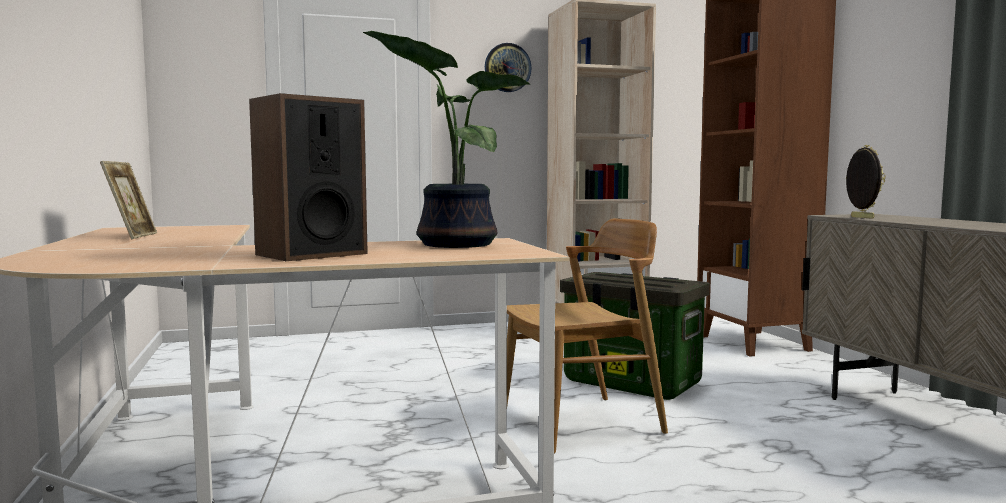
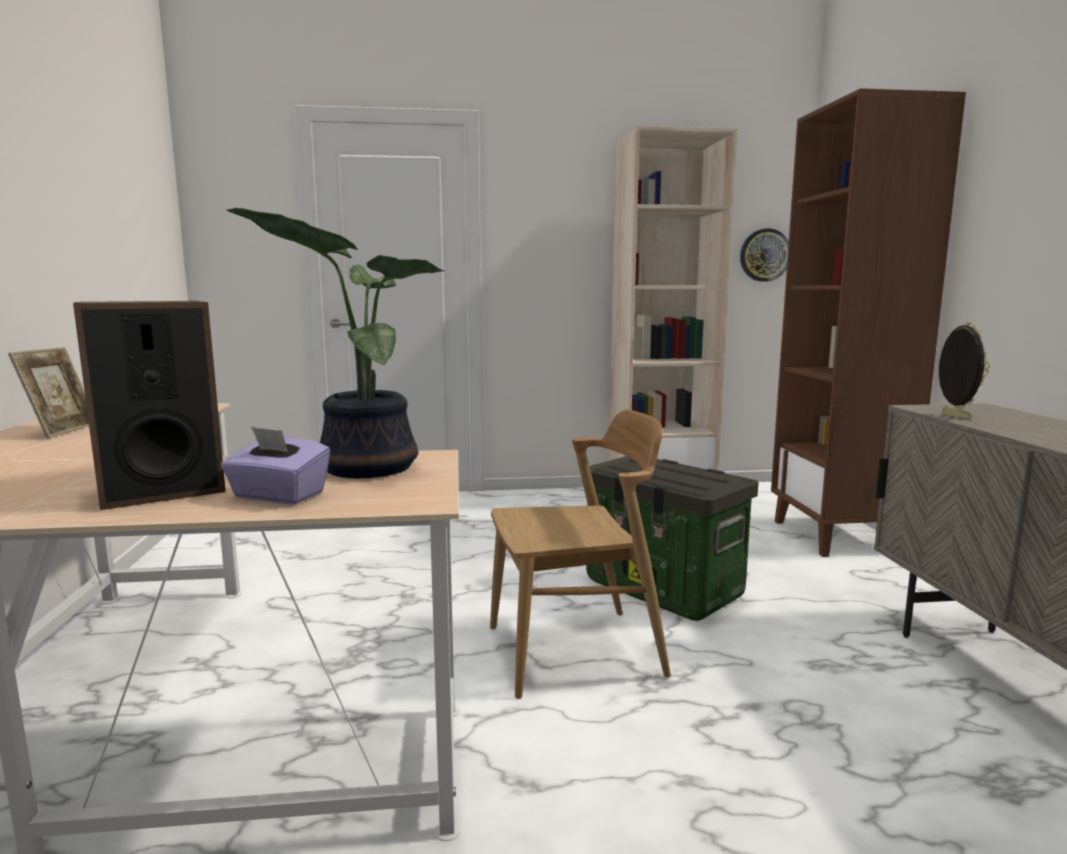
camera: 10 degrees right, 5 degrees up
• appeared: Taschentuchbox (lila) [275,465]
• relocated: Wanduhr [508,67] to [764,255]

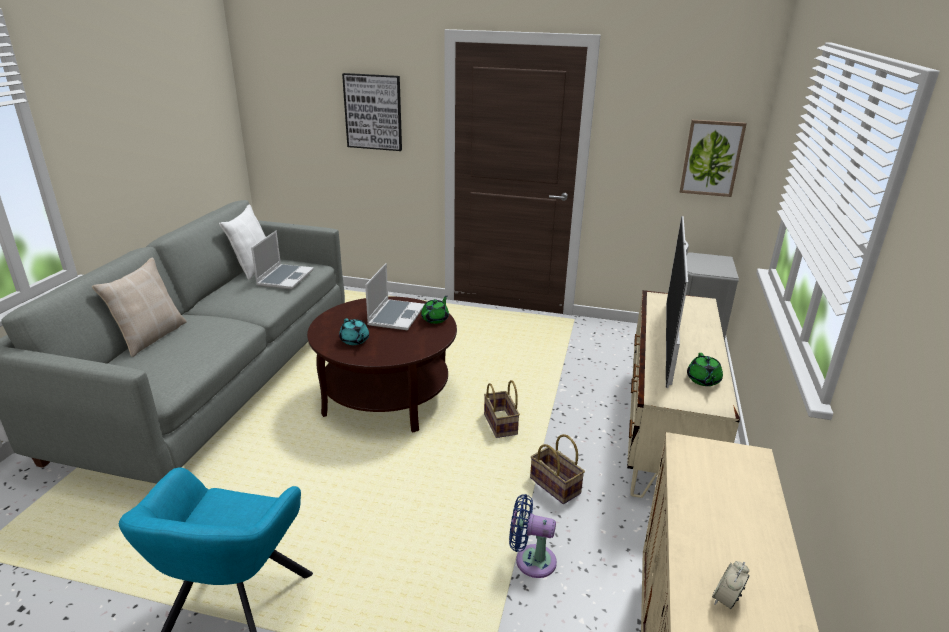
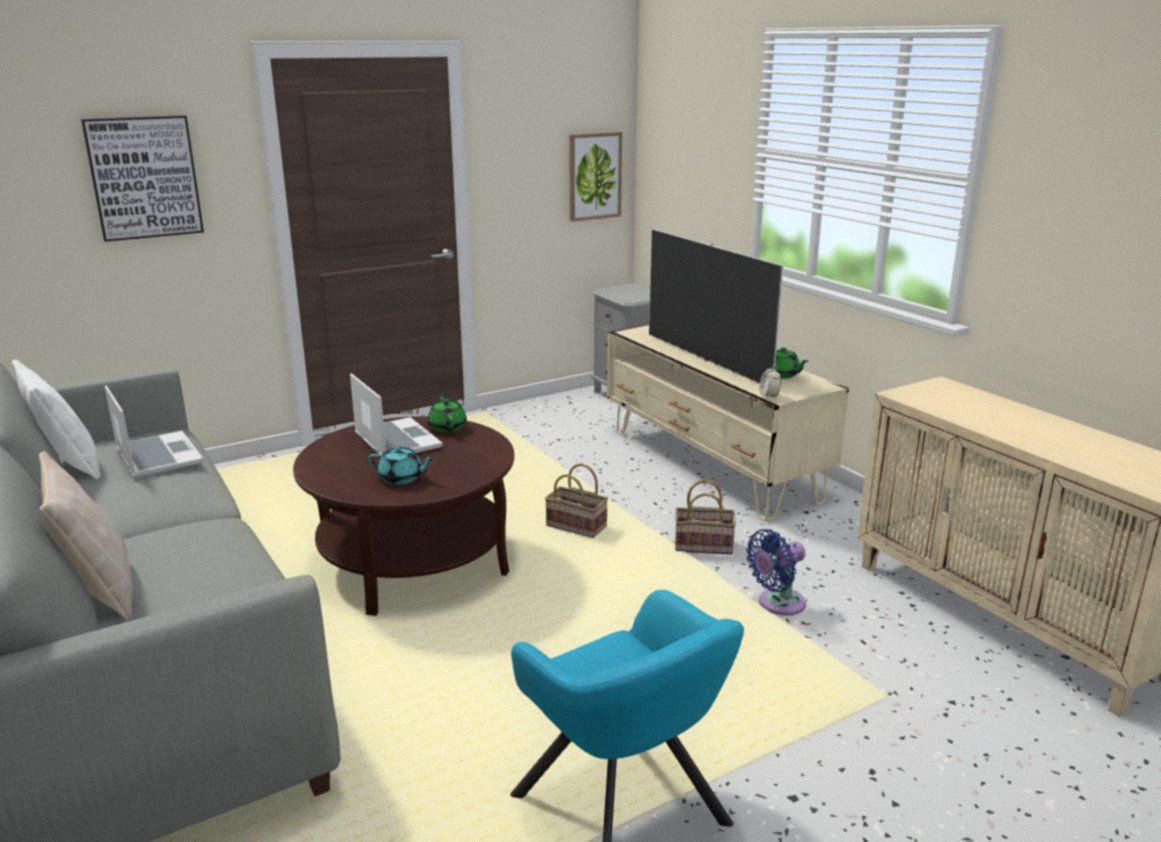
camera: 45 degrees left, 5 degrees down
• relocated: Wecker [731,585] to [770,382]

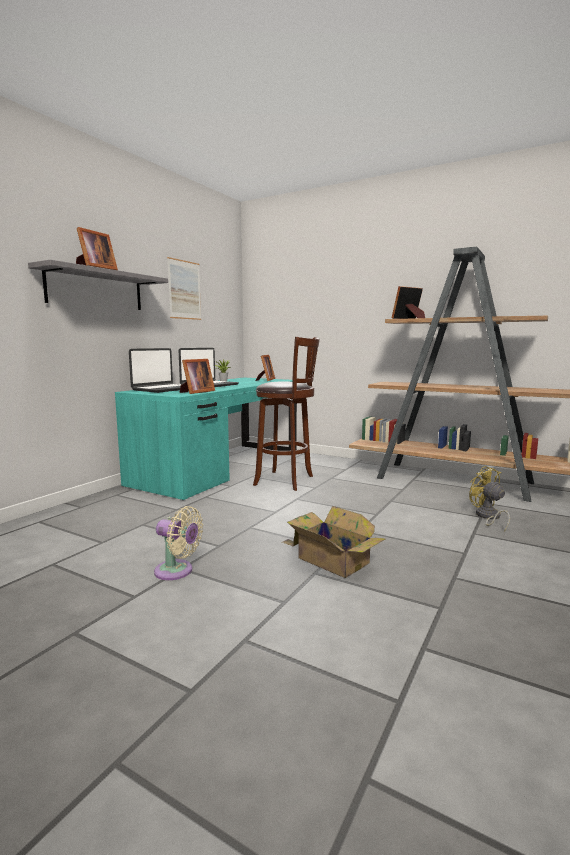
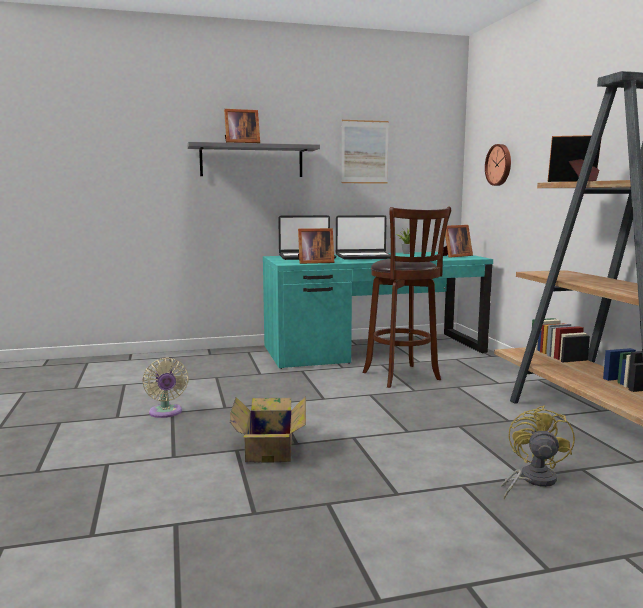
camera: 45 degrees right, 0 degrees up
• appeared: Wanduhr [498,165]

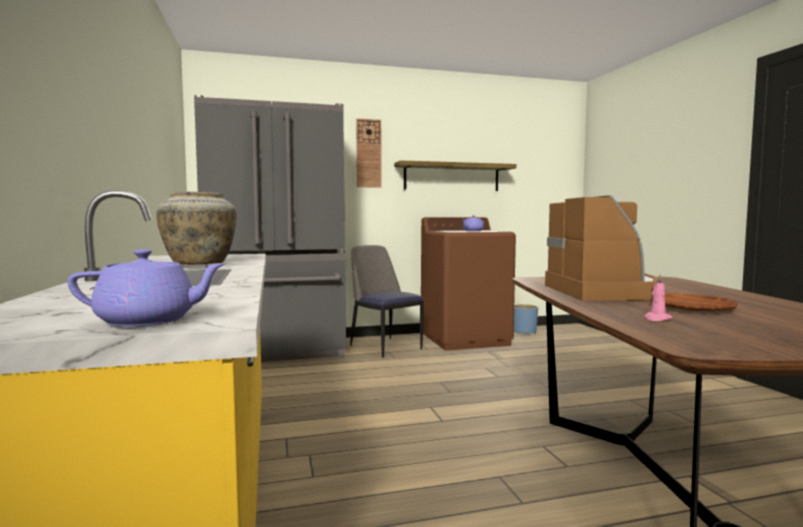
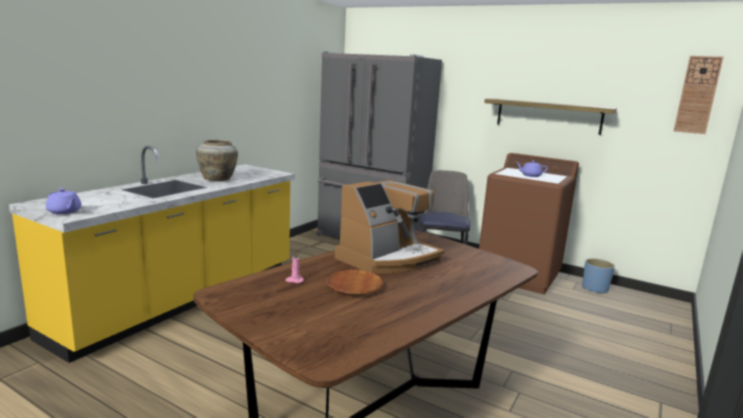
camera: 45 degrees right, 10 degrees up
• relocated: Wanduhr [369,153] to [699,95]

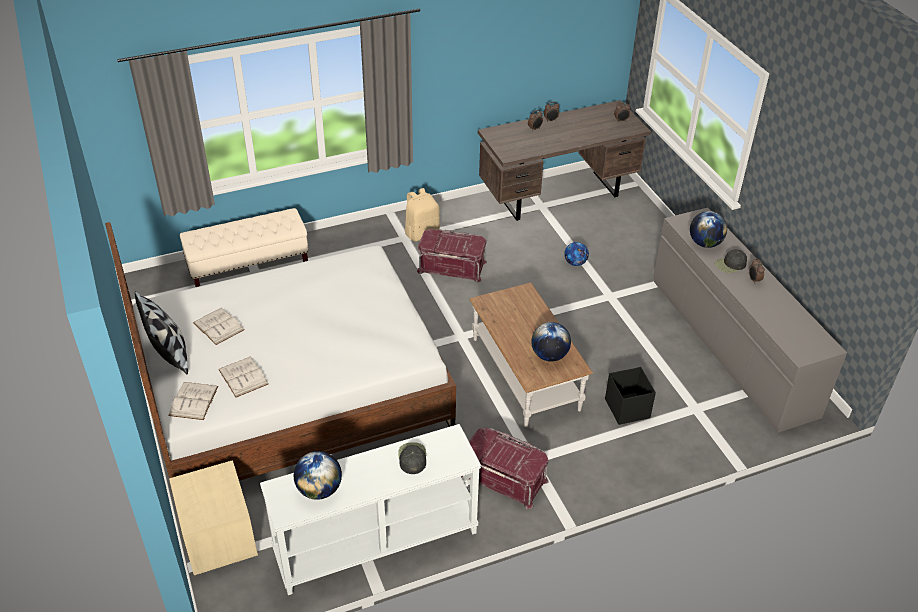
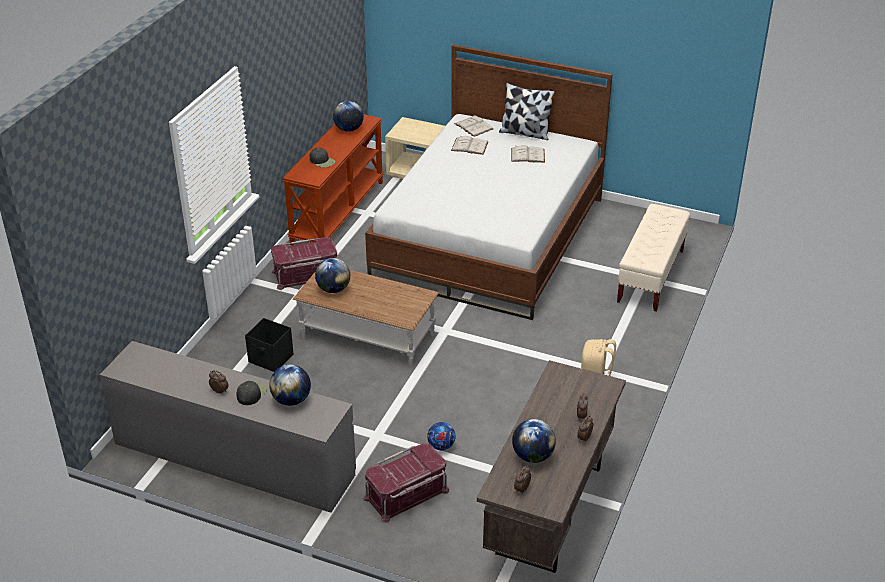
camera: 135 degrees right, 5 degrees down
• colour: Konsolentisch (weiß) [370,509] to Konsolentisch (braun) [333,180]
• relocated: Aufbewahrungsbox (rot) [452,256] to [406,483]
• appeared: Globus [534,441]

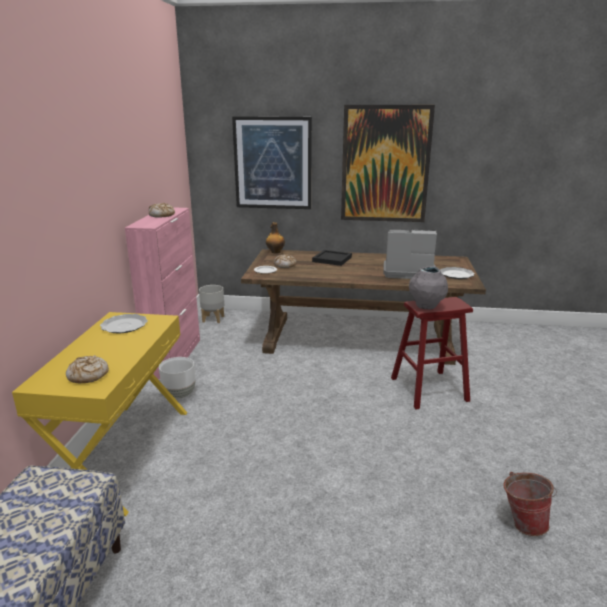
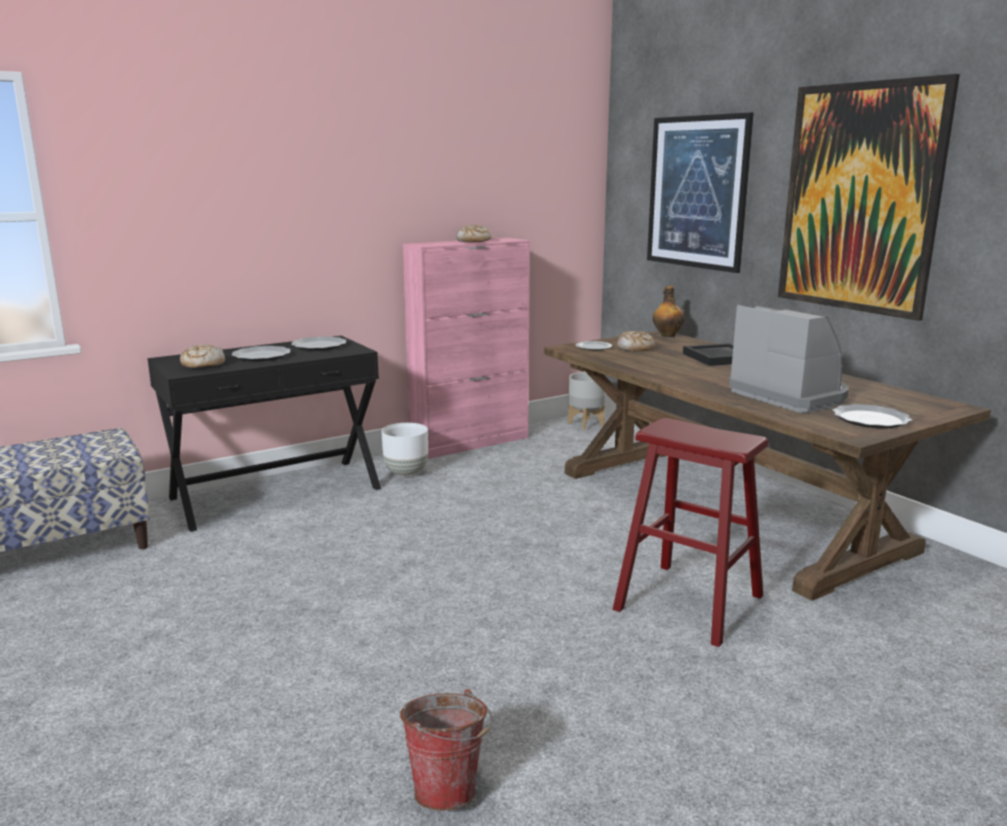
camera: 50 degrees right, 5 degrees down
• colour: Konsolentisch (gelb) [99,414] to Konsolentisch (schwarz) [264,434]
• appeared: Teller [261,354]
• missing: Vase (grau) [428,288]

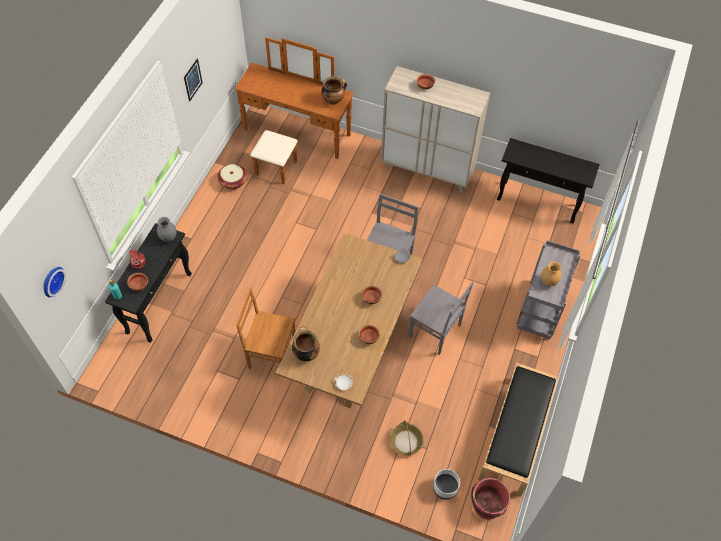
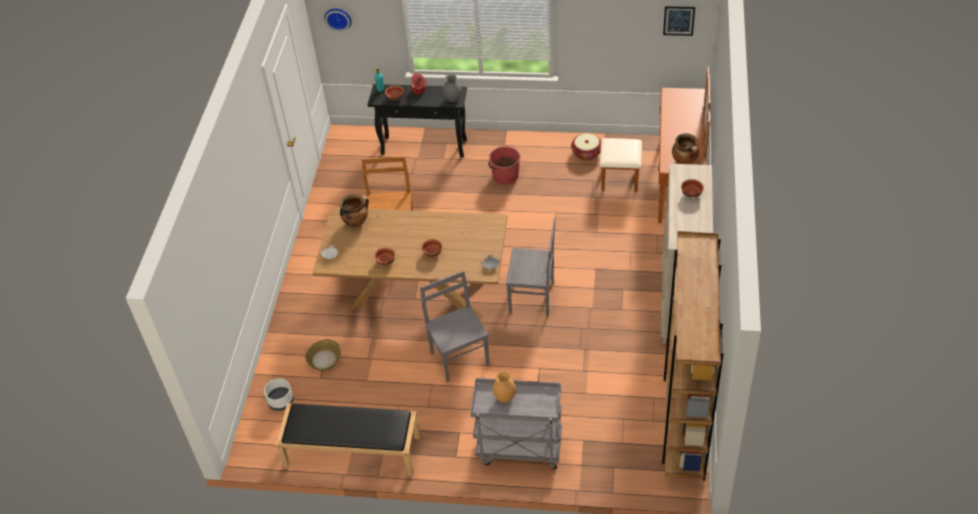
camera: 80 degrees right, 10 degrees down
• spun: Stuhl (grau) [441,318] = [454,326] 135 degrees clockwise
• relocated: Eimer (rot) [490,498] to [504,165]
• exchanged: Konsolentisch (schwarz) [548,180] to Bücherregal (braun) [693,356]
• relocated: Bild [193,80] to [679,21]

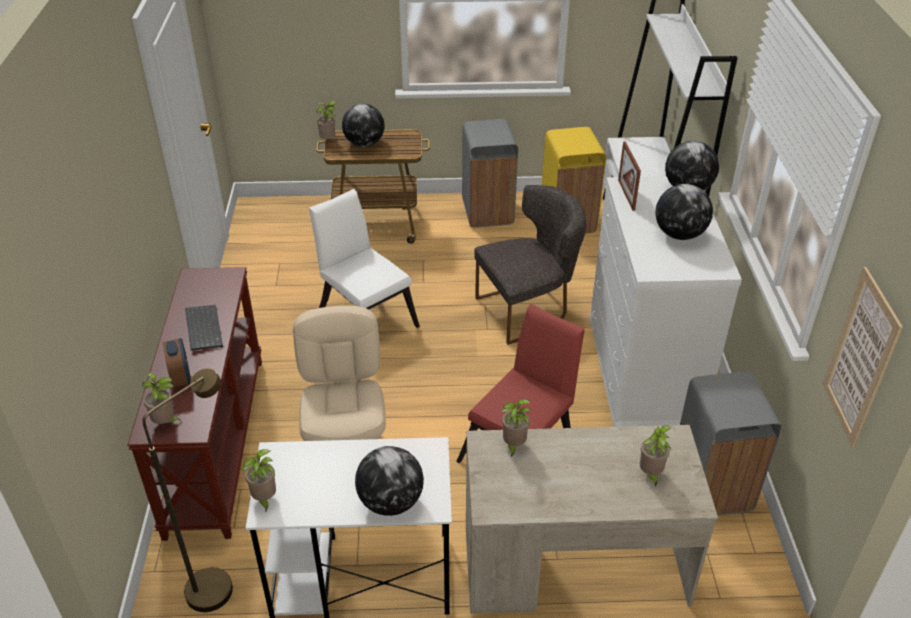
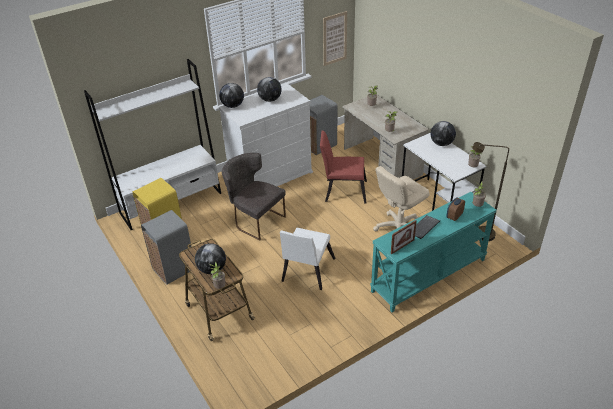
camera: 120 degrees left, 0 degrees up
• colour: Konsolentisch (braun) [194,404] to Konsolentisch (türkis) [433,252]
• relocated: Bilderrahmen [629,176] to [404,237]

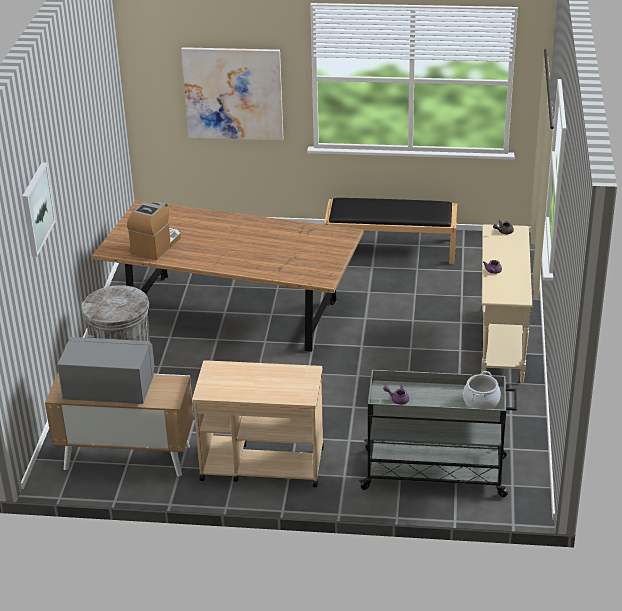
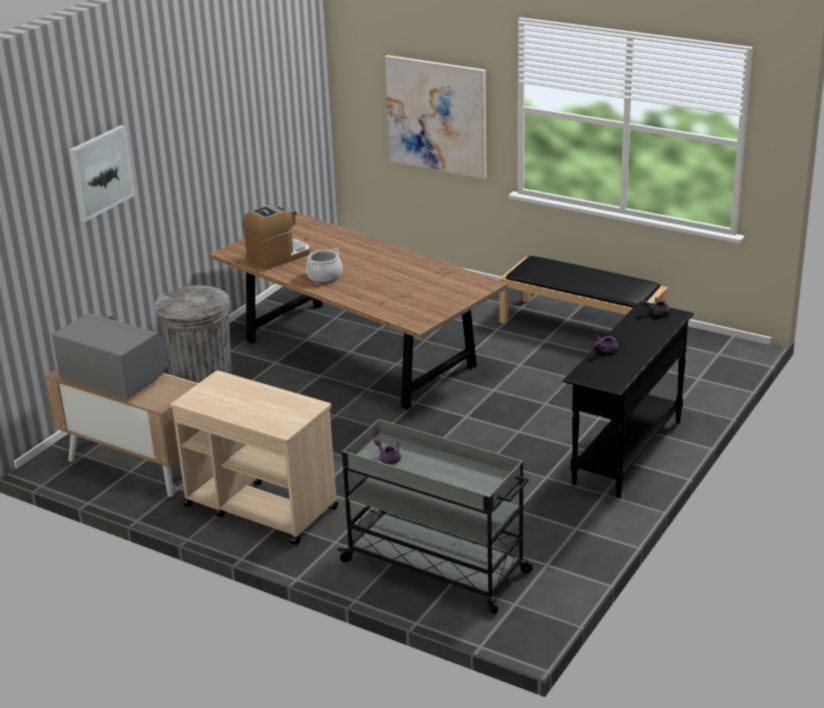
camera: 25 degrees right, 5 degrees down
• relocated: Kochtopf [482,390] to [324,265]
• colour: Konsolentisch (beige) [506,303] to Konsolentisch (schwarz) [628,399]

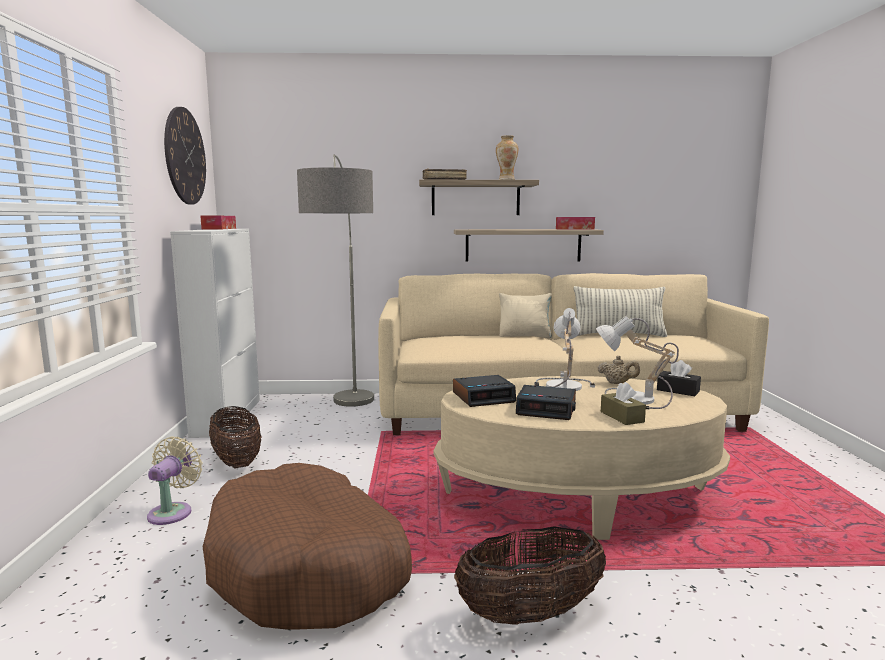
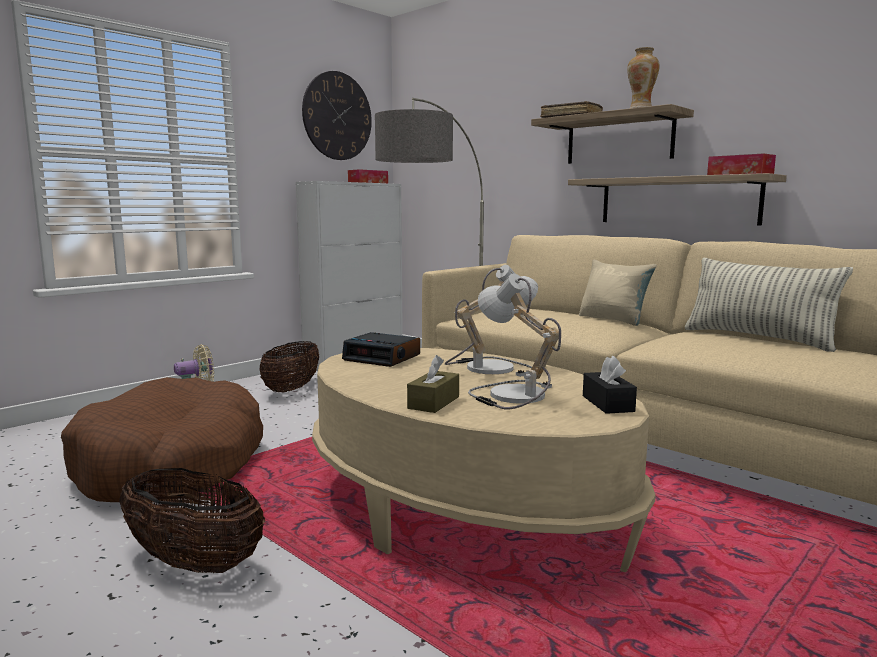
camera: 45 degrees right, 0 degrees up
• missing: Wecker [546,402]
• missing: Teekanne (beige) [619,370]

